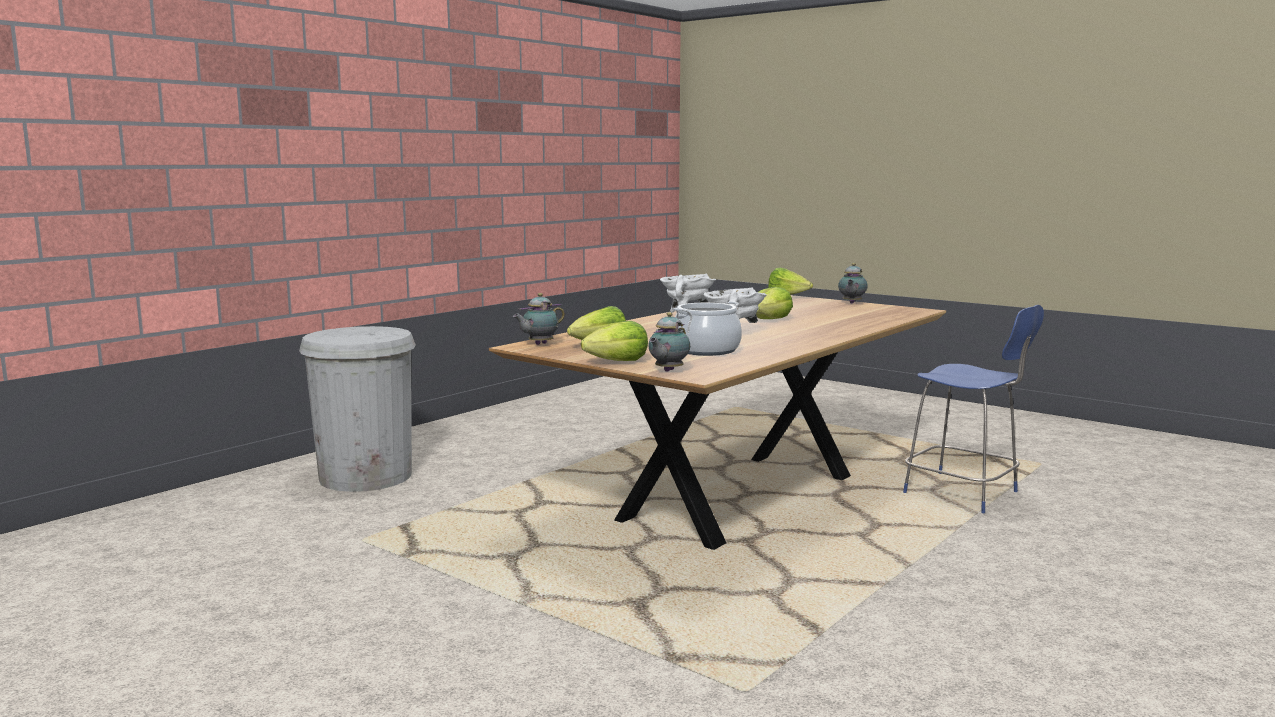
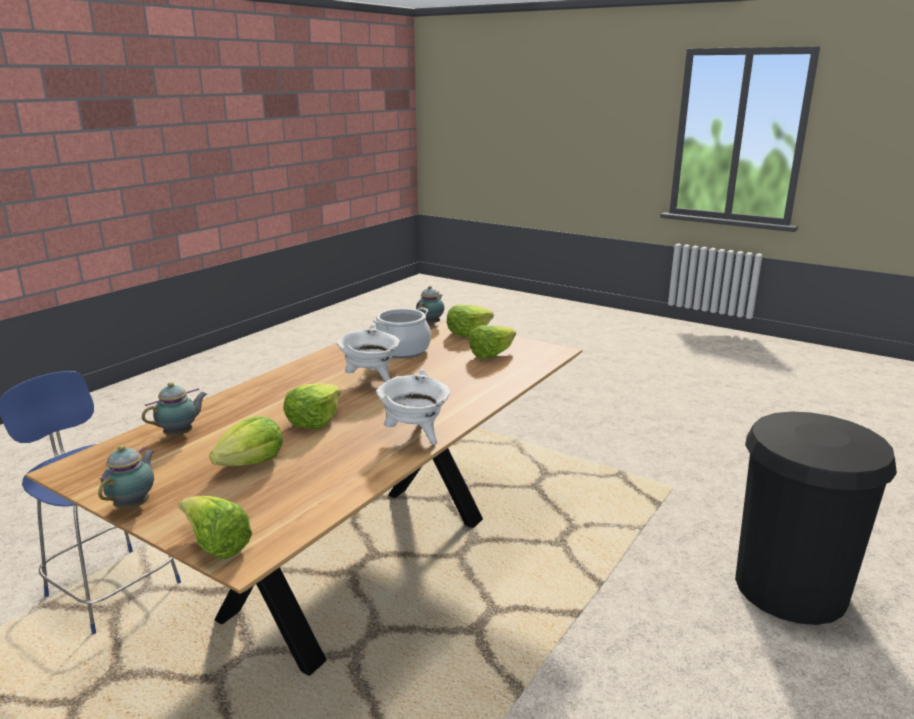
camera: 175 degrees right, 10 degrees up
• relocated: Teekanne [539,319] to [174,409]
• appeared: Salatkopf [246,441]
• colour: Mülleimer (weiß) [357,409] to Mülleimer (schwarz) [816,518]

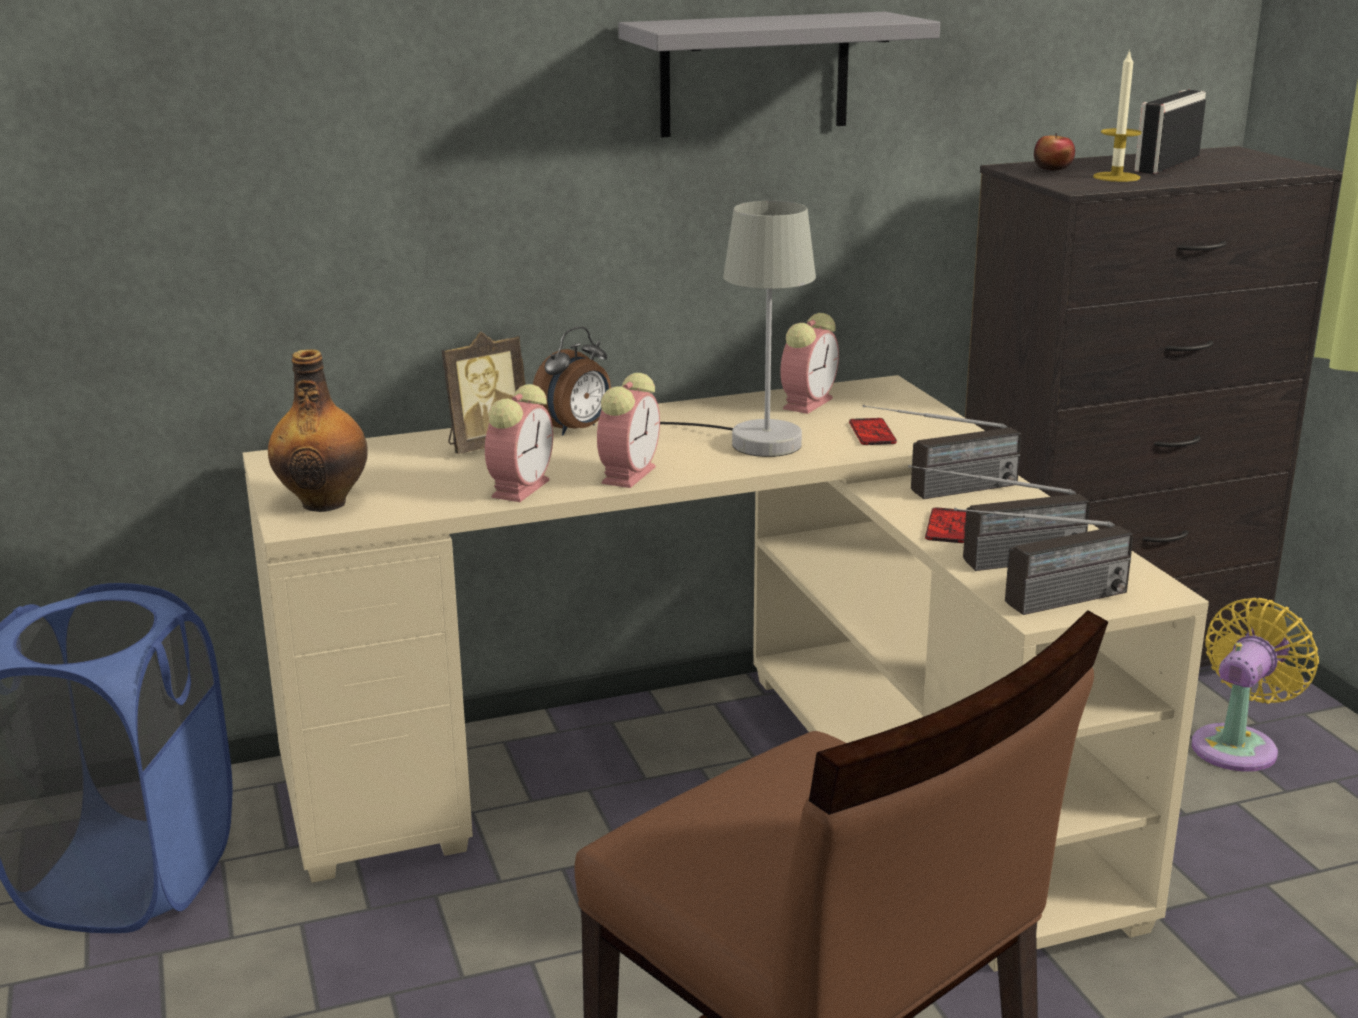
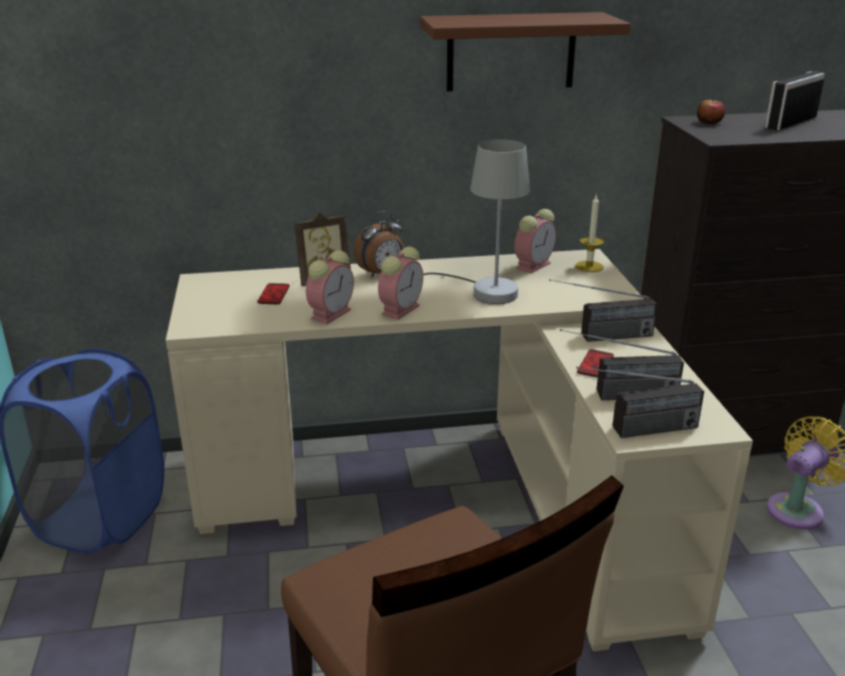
camera: 10 degrees right, 5 degrees up
• relocated: Handy [873,431] to [273,293]
• colour: Wandregal (grau) [779,74] to Wandregal (braun) [525,51]
• relocated: Kerze [1117,115] to [589,233]
• missing: Flasche [318,430]

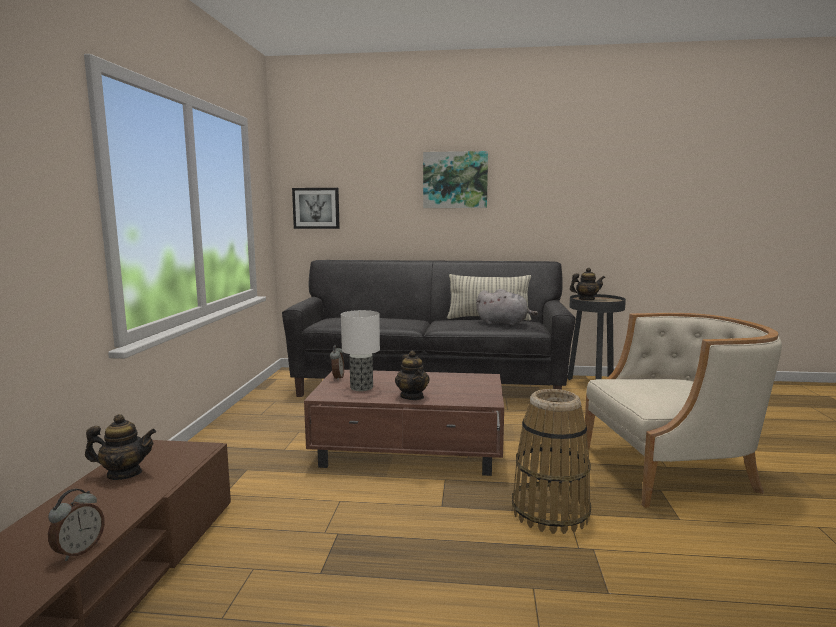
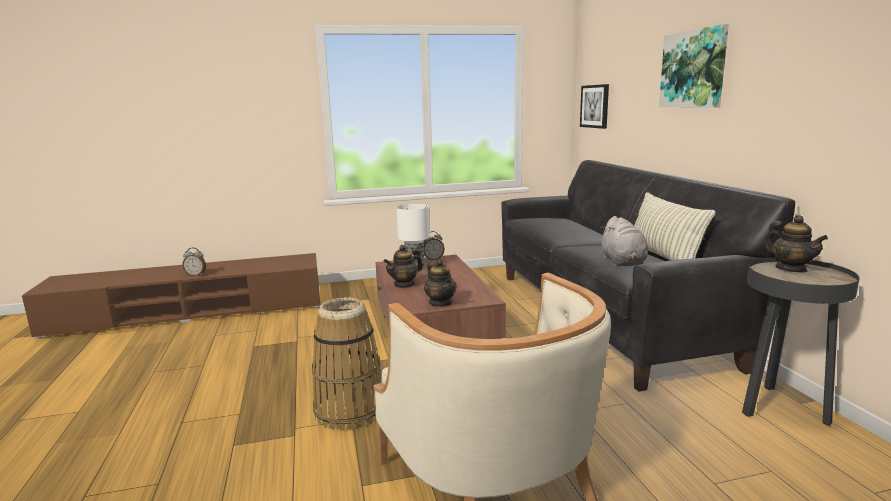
camera: 70 degrees right, 5 degrees up
• relocated: Teekanne [120,447] to [440,283]

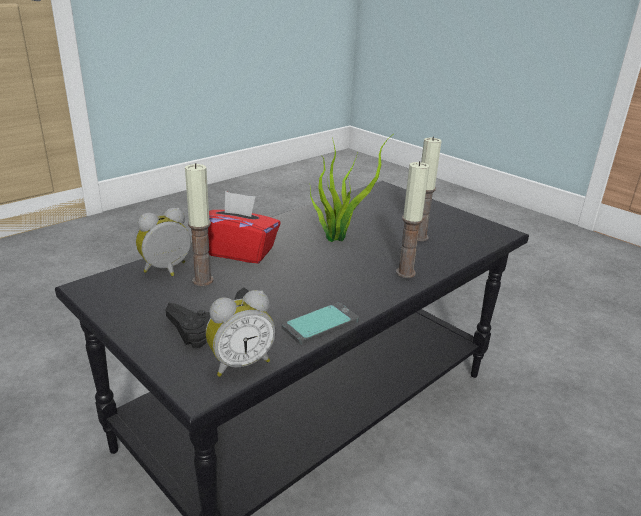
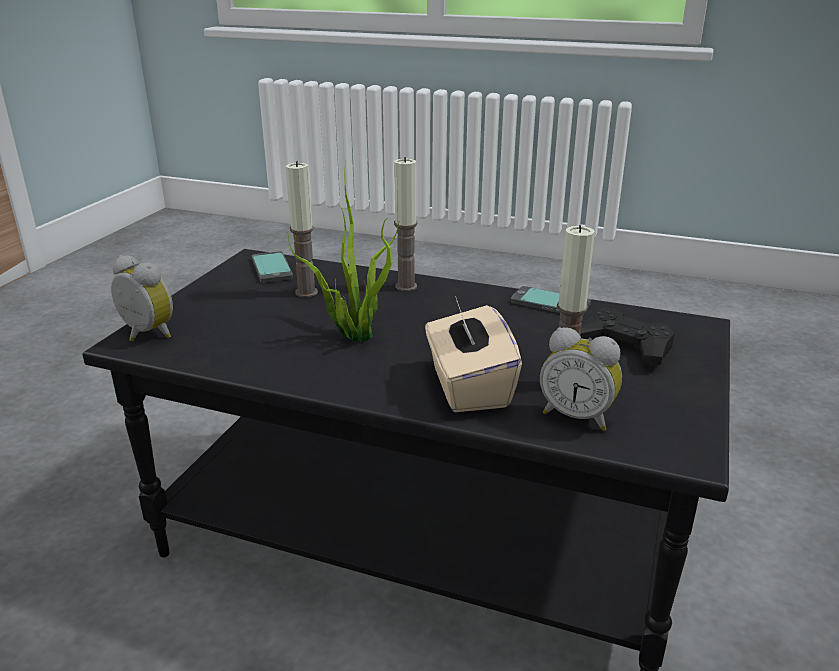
camera: 115 degrees left, 0 degrees up
• relocated: Wecker [241,333] to [142,298]
• appeared: Handy [272,267]
• colour: Taschentuchbox (rot) [244,227] to Taschentuchbox (beige) [473,354]

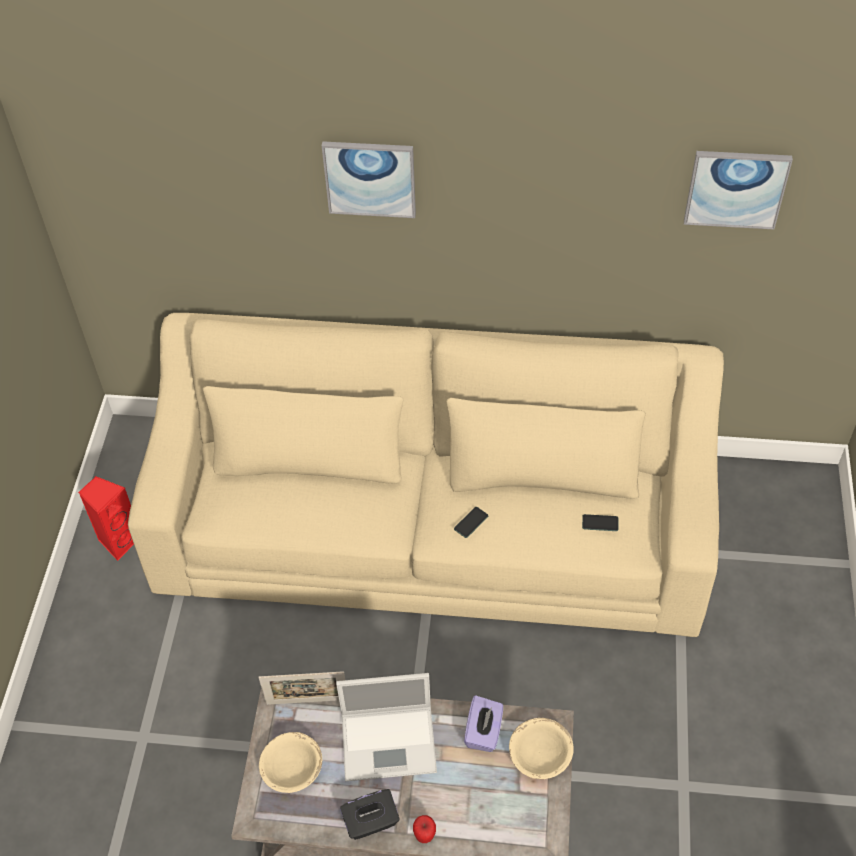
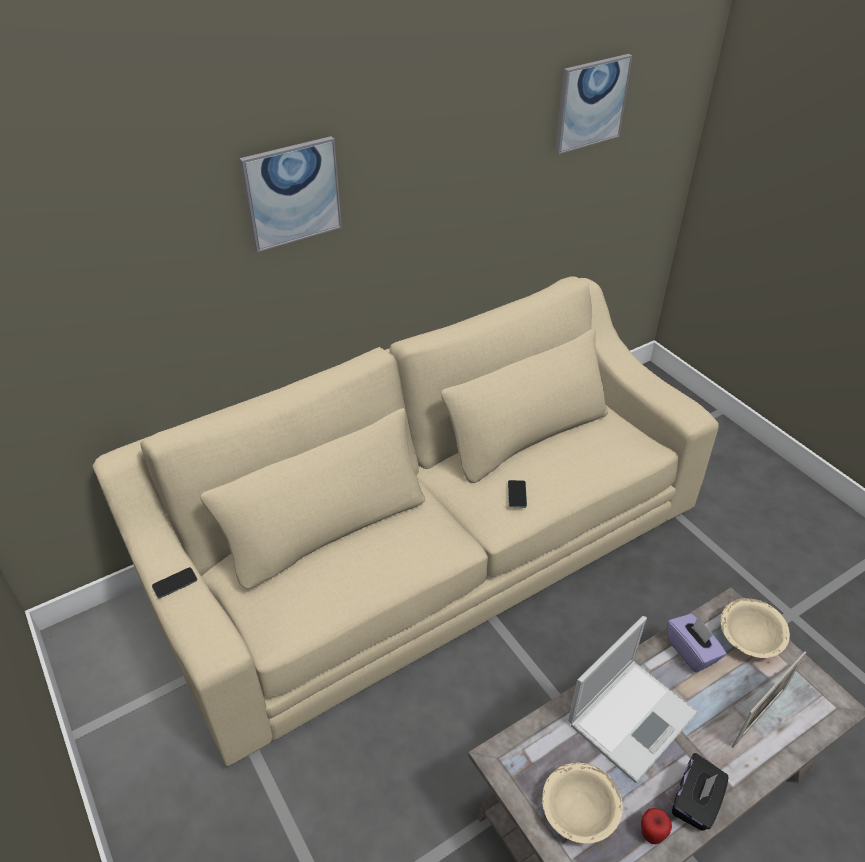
camera: 40 degrees left, 10 degrees down
• relocated: Handy [600,522] to [174,582]
• relocated: Apfel [424,829] to [656,826]
• relocated: Bilderrahmen [302,688] to [769,699]
• missing: Lautsprecher (rot) [106,518]

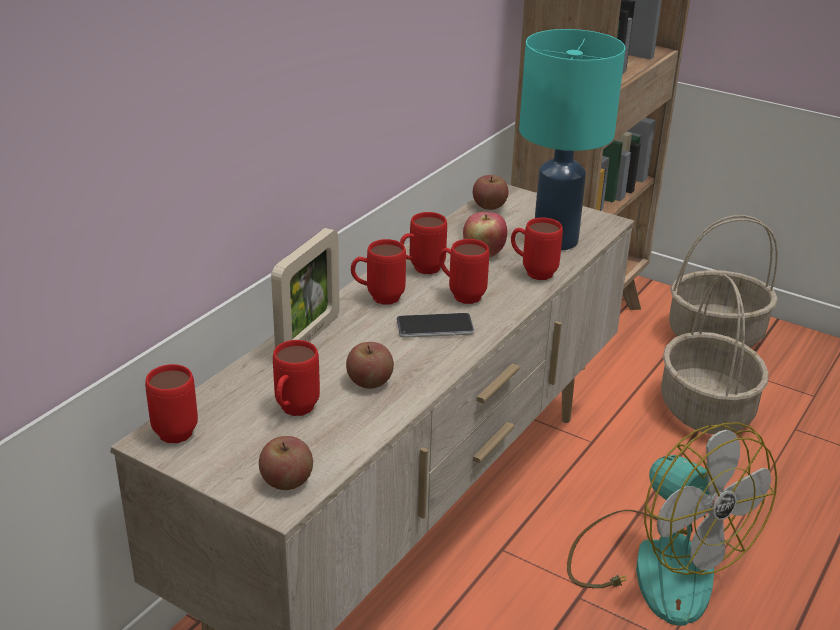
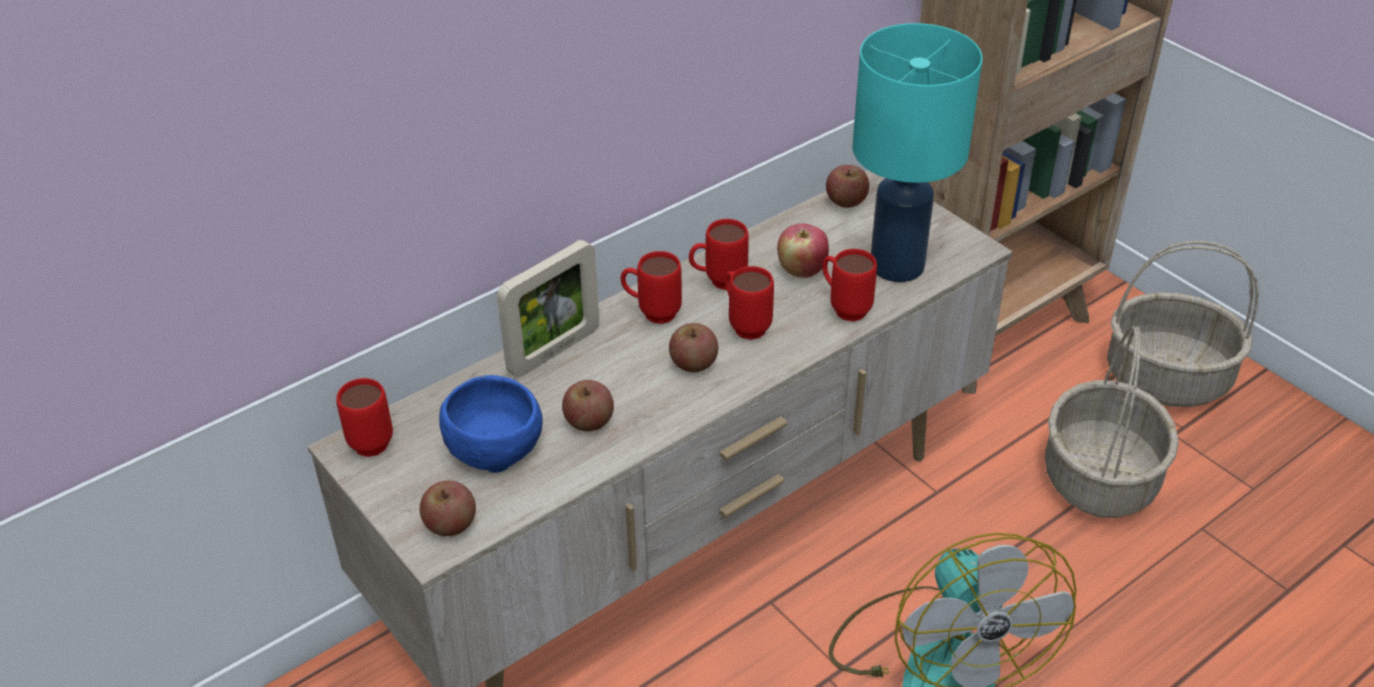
camera: 20 degrees right, 10 degrees up
• exchanged: Henkelbecher (rot) [296,378] to Schüssel (blau) [491,424]
• exchanged: Handy [435,325] to Apfel [693,347]

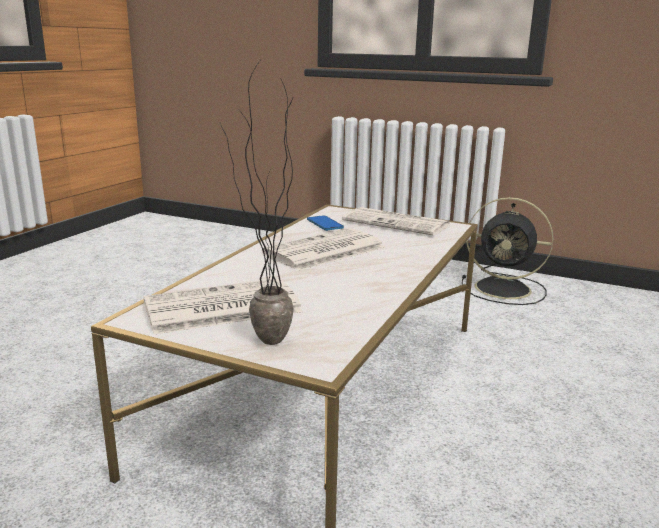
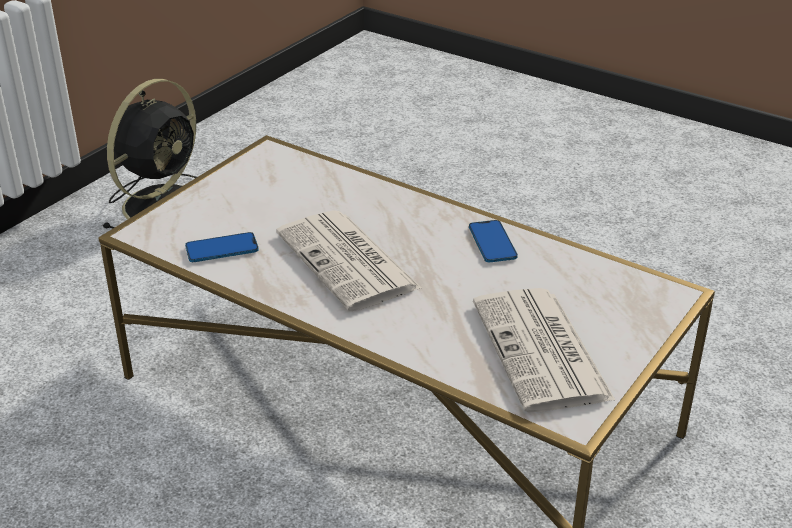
camera: 80 degrees left, 15 degrees up
• appeared: Handy [493,241]
• missing: Topfpflanze [257,203]
• missing: Zeitung [396,221]

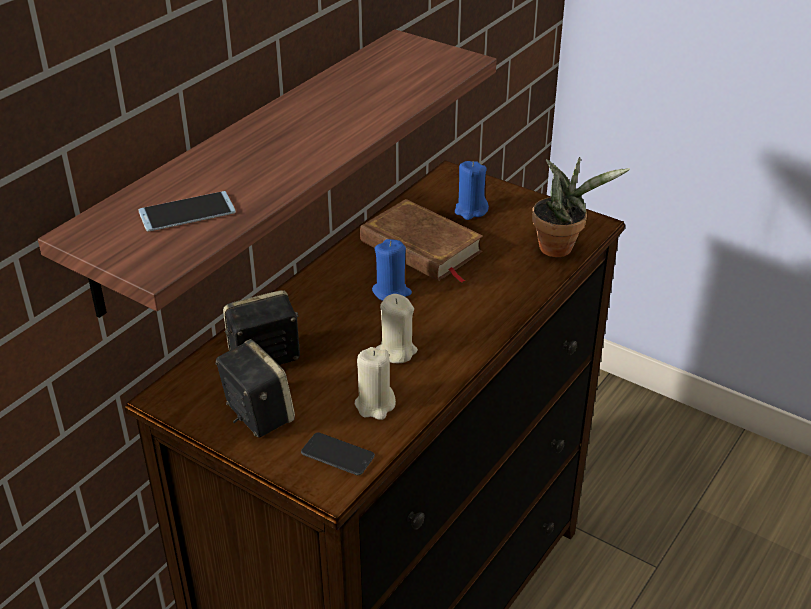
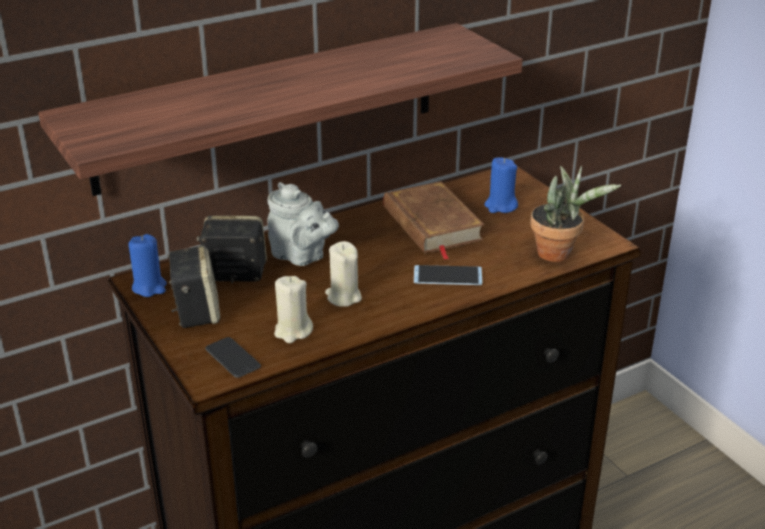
camera: 25 degrees right, 5 degrees down
• relocated: Kerze (blau) [392,270] to [147,265]
• appeared: Teekanne (grau) [303,224]
• relocated: Handy [187,211] to [448,275]

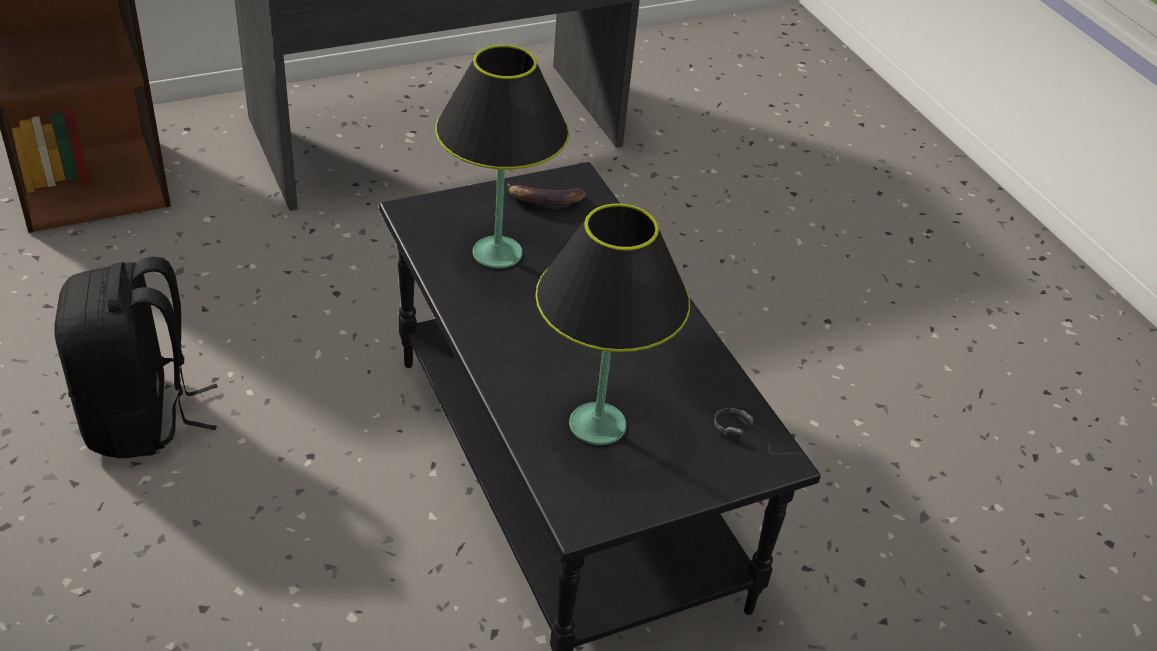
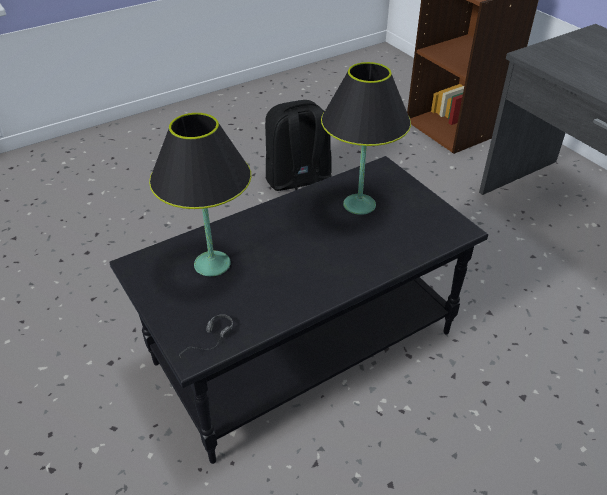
camera: 85 degrees right, 0 degrees up
• missing: Banane [546,194]

